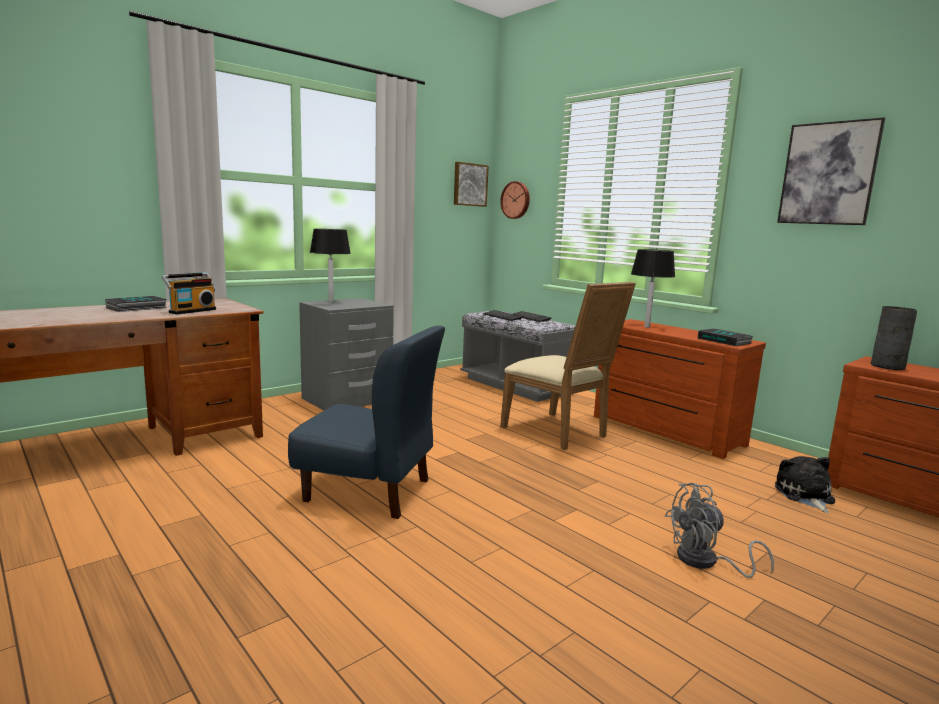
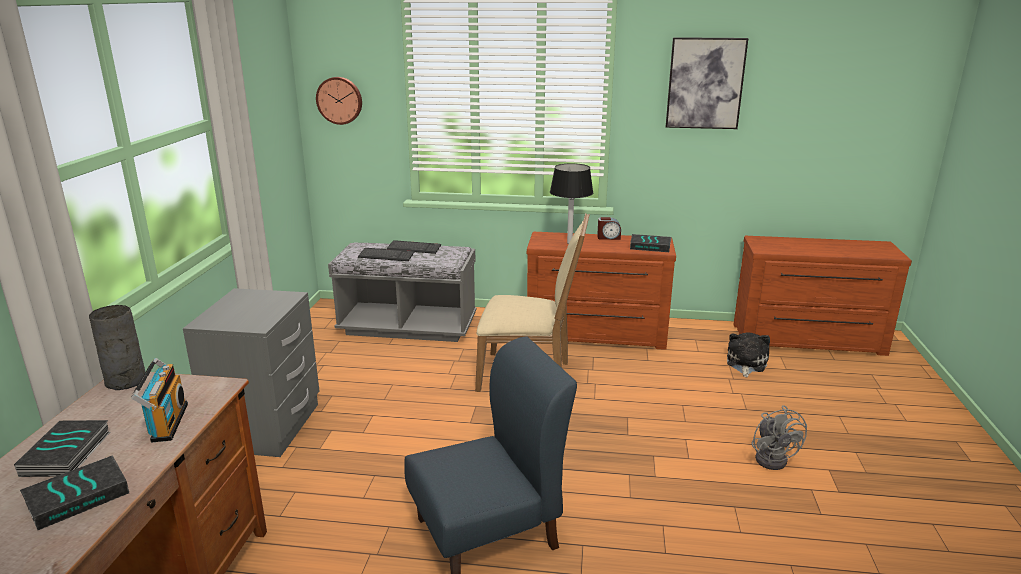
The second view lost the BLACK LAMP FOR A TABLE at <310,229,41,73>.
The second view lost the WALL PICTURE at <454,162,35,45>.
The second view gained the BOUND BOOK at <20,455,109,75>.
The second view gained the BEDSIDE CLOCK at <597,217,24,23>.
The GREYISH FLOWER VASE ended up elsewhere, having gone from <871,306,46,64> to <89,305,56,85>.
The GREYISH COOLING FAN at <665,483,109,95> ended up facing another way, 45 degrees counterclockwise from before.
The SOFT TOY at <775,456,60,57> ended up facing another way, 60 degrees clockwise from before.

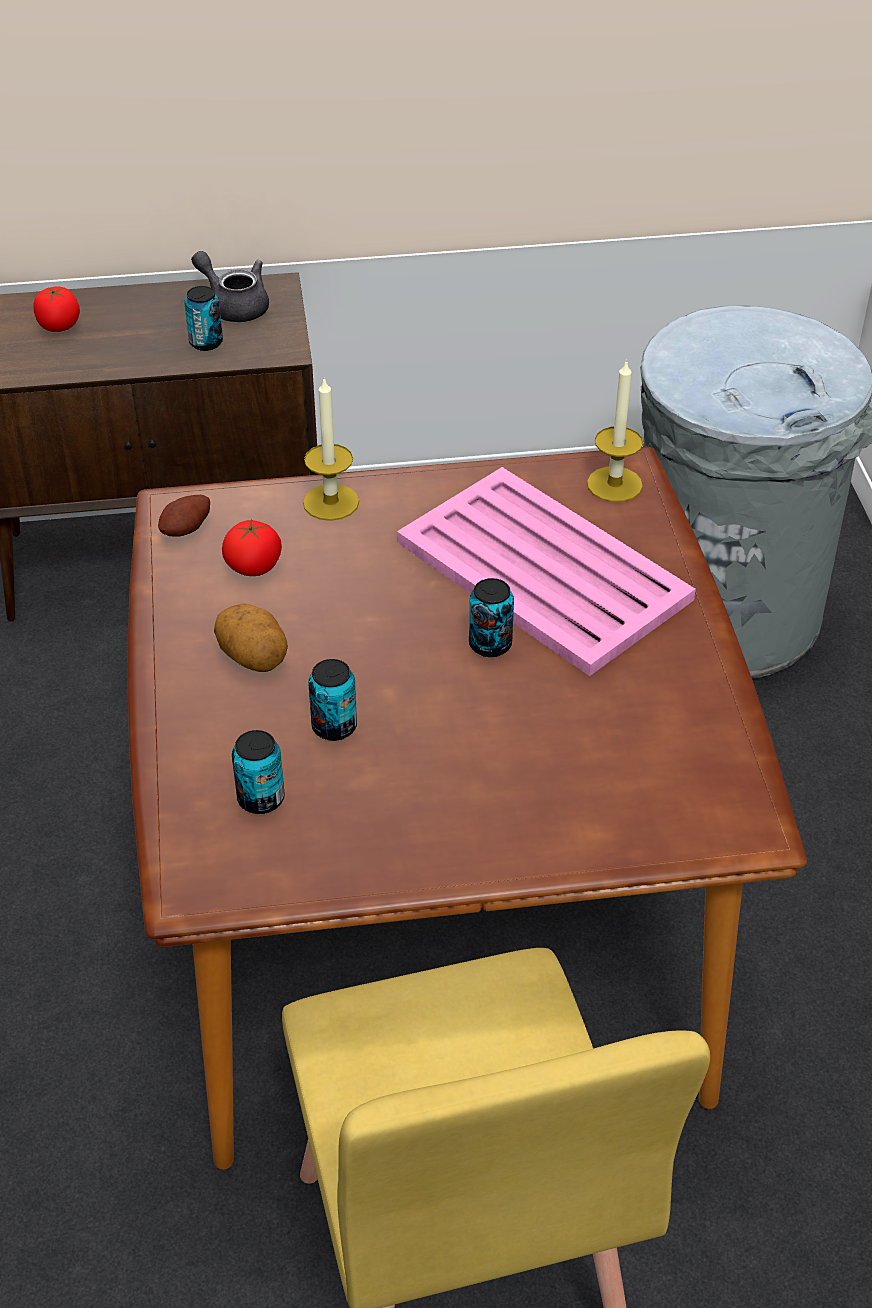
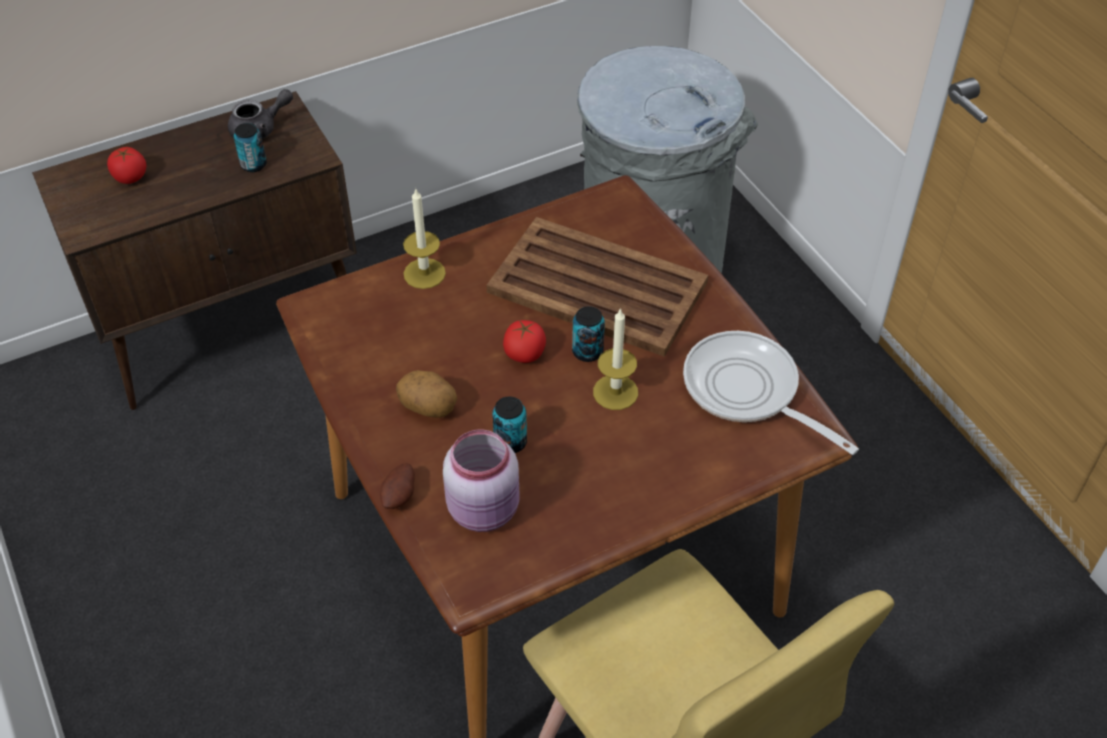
The second view gained the PAN at <683,331,176,124>.
The WHOLE POTATO ended up elsewhere, having gone from <158,495,52,42> to <380,463,35,46>.
The WHOLE TOMATO ended up elsewhere, having gone from <222,519,60,57> to <503,320,43,43>.
The CANDLE ended up elsewhere, having gone from <587,359,56,143> to <593,308,45,102>.
Where the CAN stood at <232,730,53,84>, the PINK JAR came to stand at <443,430,76,102>.
What was the PINK SERVING TRAY at <397,467,299,209> turned into the BROWN SERVING TRAY at <486,217,222,140>.
The GREYISH TEAPOT at <191,251,78,71> ended up facing another way, 135 degrees clockwise from before.

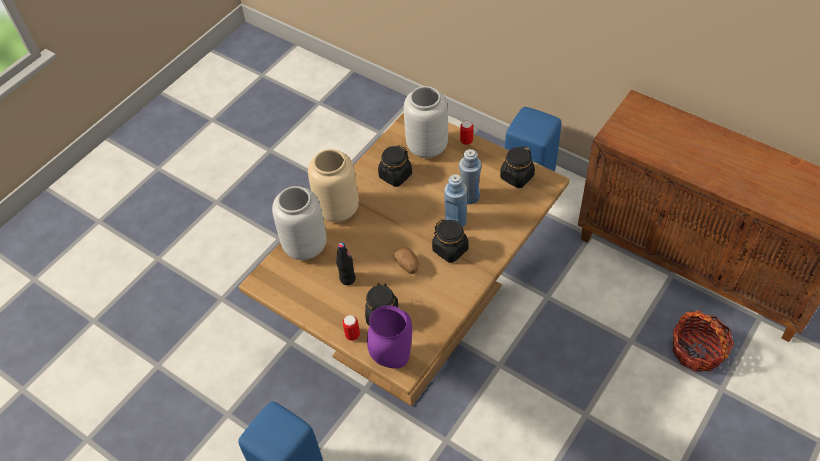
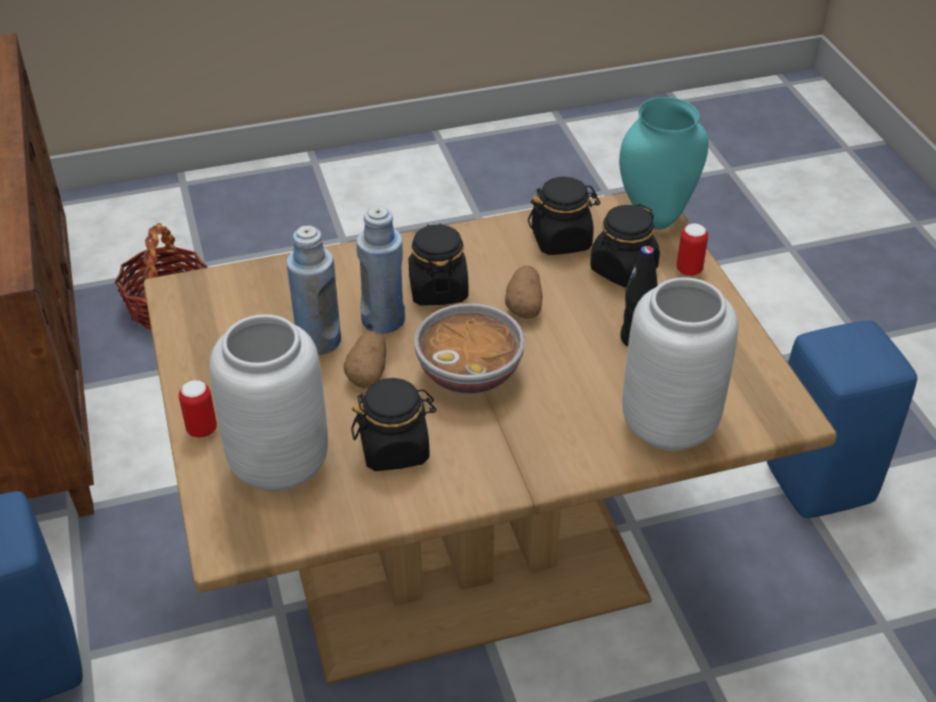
The second view lost the BEIGE-COLOURED FLOWER VASE at <308,149,51,73>.
The second view gained the WHOLE POTATO at <344,331,42,58>.
The second view gained the DEEP DISH at <414,303,111,91>.
The BLACK JAR ended up elsewhere, having gone from <500,146,35,42> to <528,177,72,78>.
What was the PURPLISH FLOWER VASE at <367,305,45,64> turned into the TURQUOISE FLOWER VASE at <619,97,90,133>.

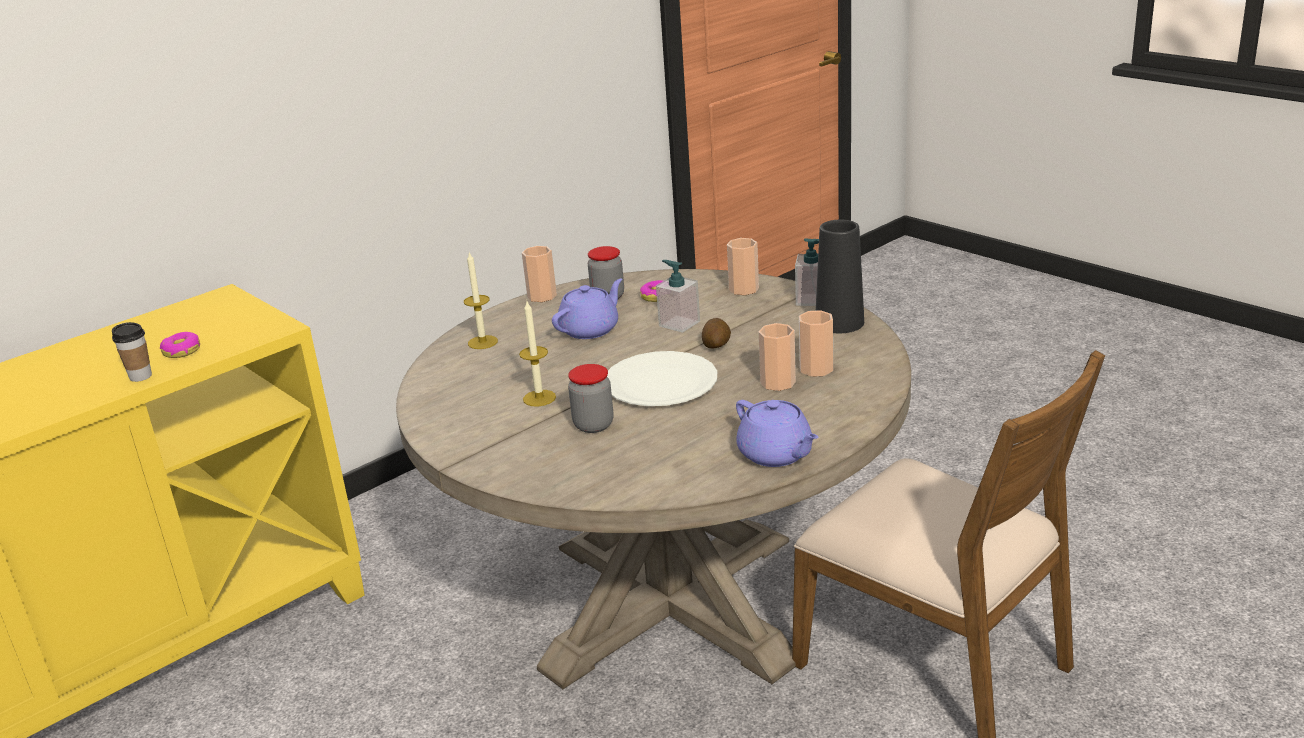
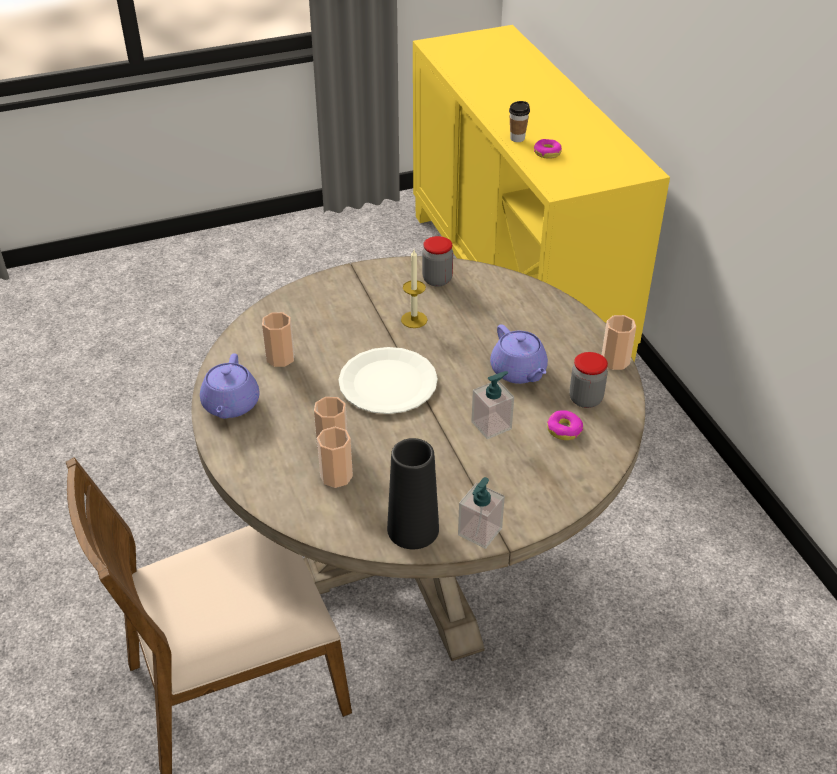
The second view lost the CANDLE at <464,252,34,97>.
The second view lost the WHOLE POTATO at <702,318,29,30>.
The JAR ended up elsewhere, having gone from <568,364,45,69> to <422,236,31,51>.
The CUP ended up elsewhere, having gone from <727,238,32,57> to <262,312,32,55>.
The PURPLISH TEAPOT at <736,400,83,67> ended up facing another way, 75 degrees counterclockwise from before.

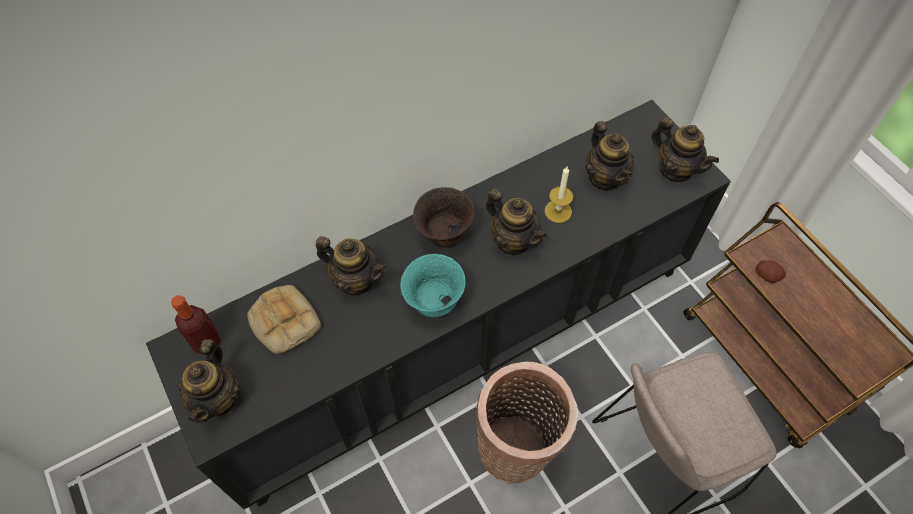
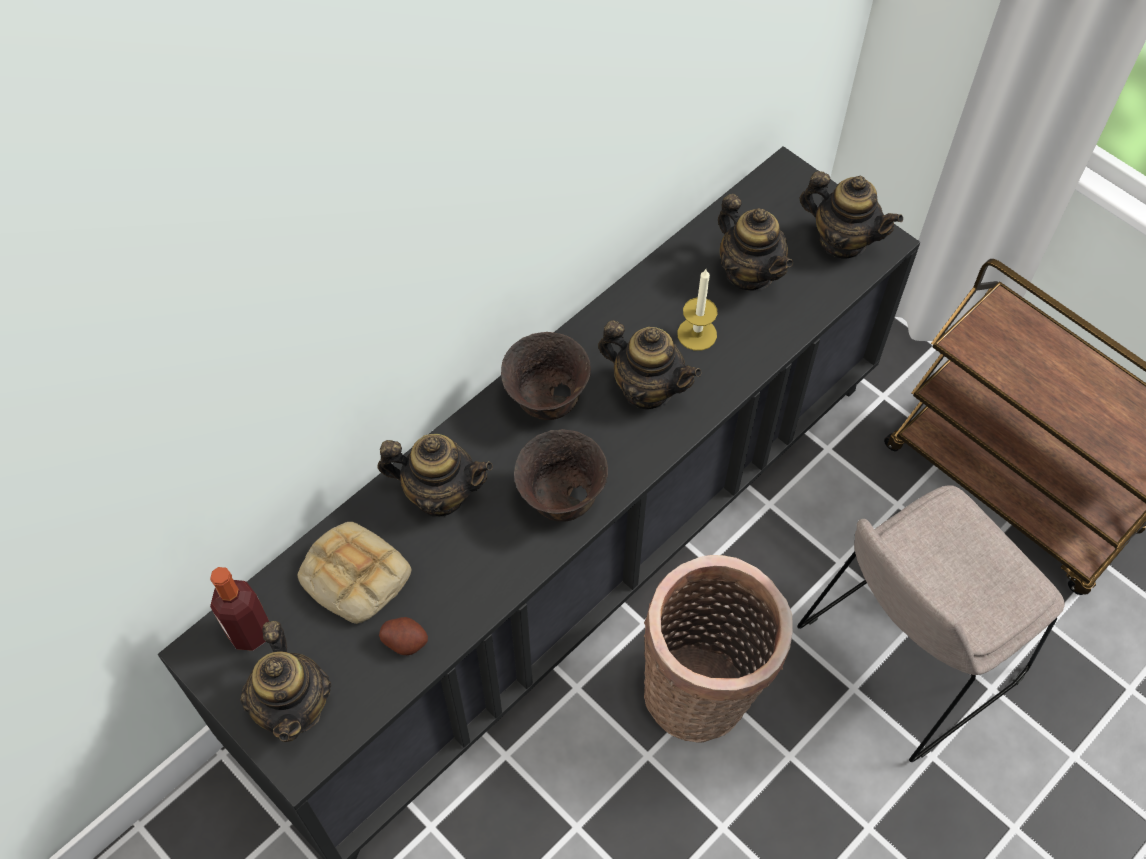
The WHOLE POTATO ended up elsewhere, having gone from <756,260,30,23> to <379,617,49,38>.
What was the TURQUOISE DEEP DISH at <400,254,66,63> turned into the BROWN DEEP DISH at <514,429,94,93>.

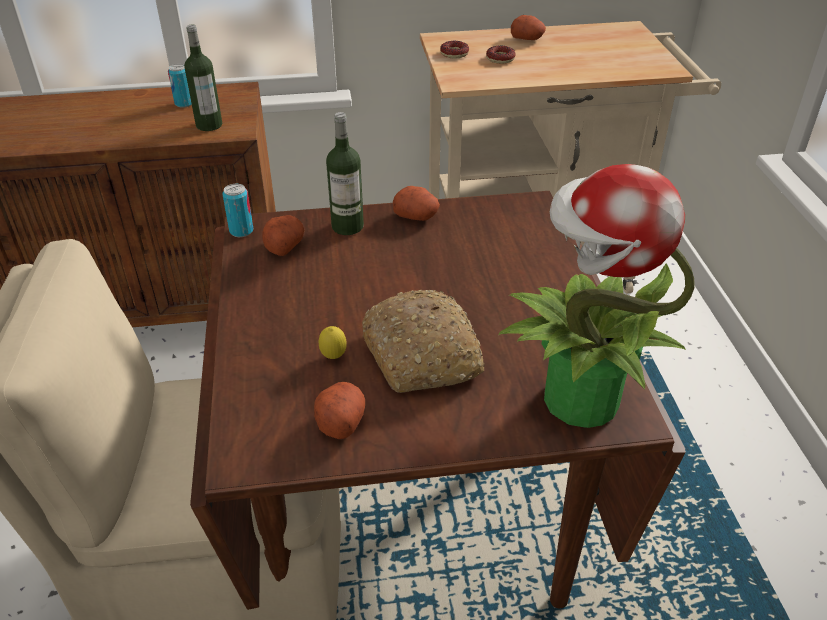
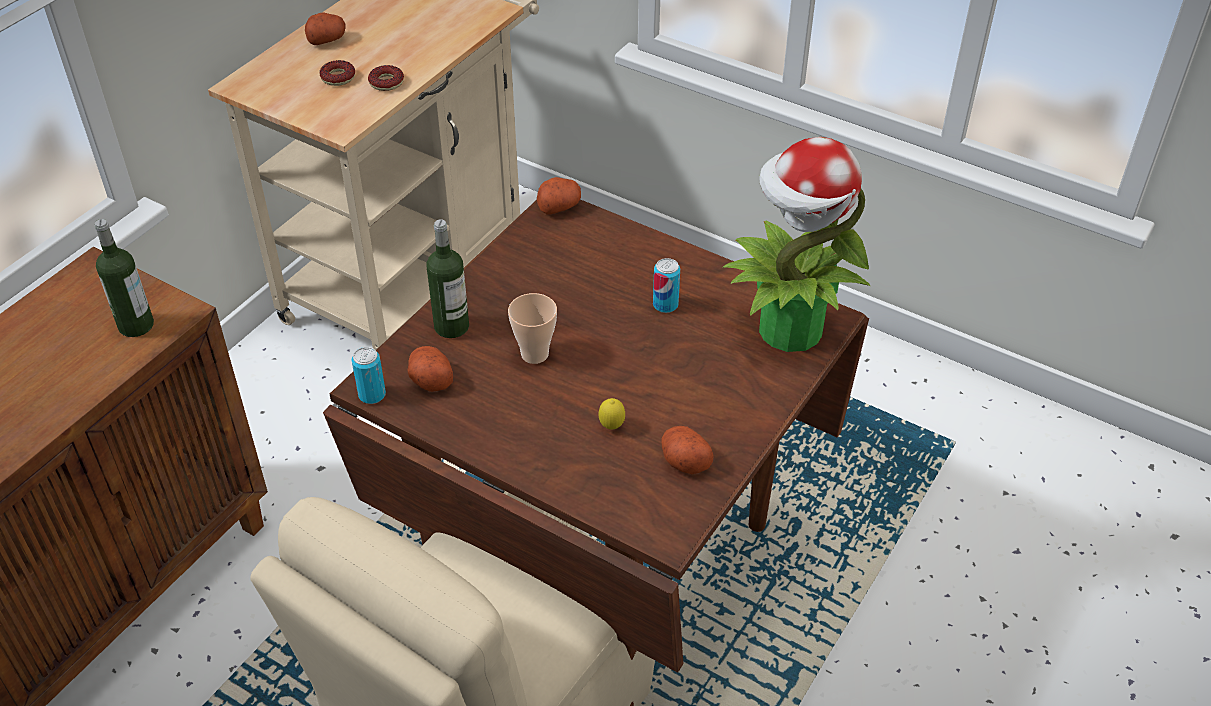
The second view lost the BREAD at <362,290,123,103>.
The second view gained the CUP at <508,293,49,71>.
The CAN ended up elsewhere, having gone from <168,64,24,44> to <653,258,27,55>.
The WHOLE POTATO ended up elsewhere, having gone from <393,186,47,35> to <537,177,44,37>.
The DONUT ended up elsewhere, having gone from <440,41,29,18> to <368,65,36,26>.

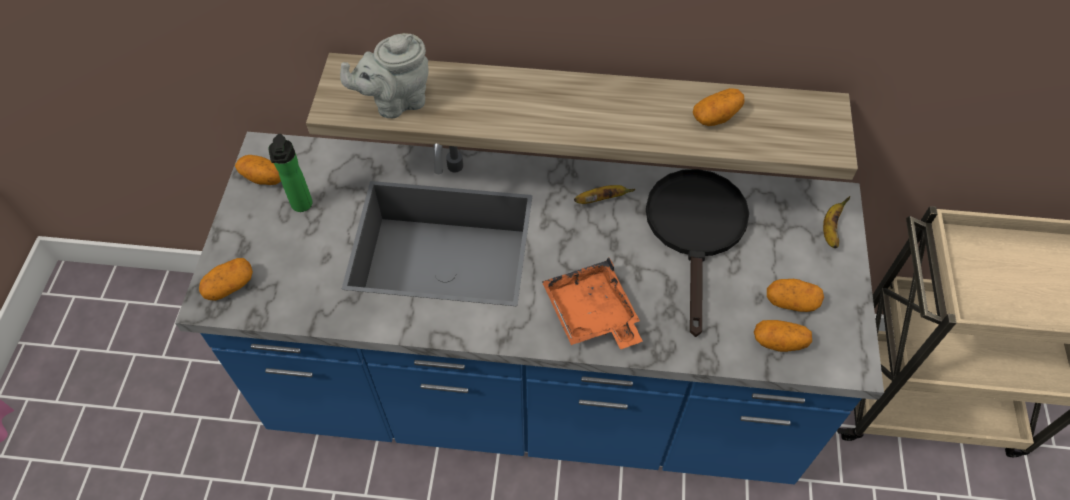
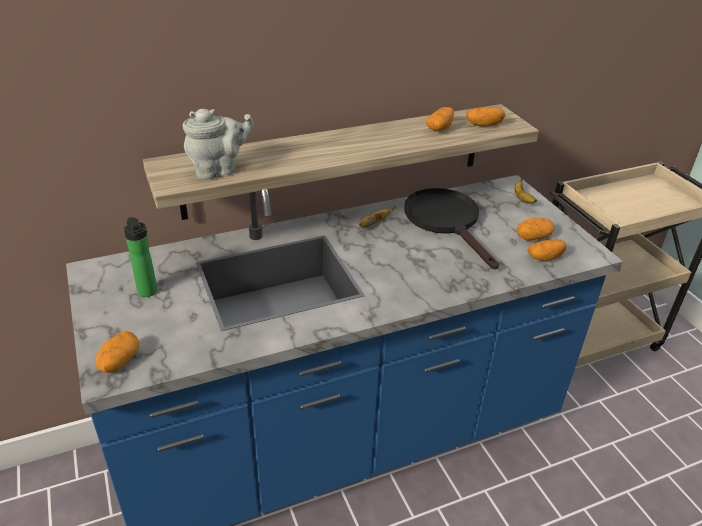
The second view lost the ORANGE-COLOURED SERVING TRAY at <542,257,101,92>.
The WHOLE POTATO ended up elsewhere, having gone from <235,155,46,30> to <466,107,39,20>.
The GREYISH TEAPOT at <340,33,88,85> ended up facing another way, 150 degrees counterclockwise from before.

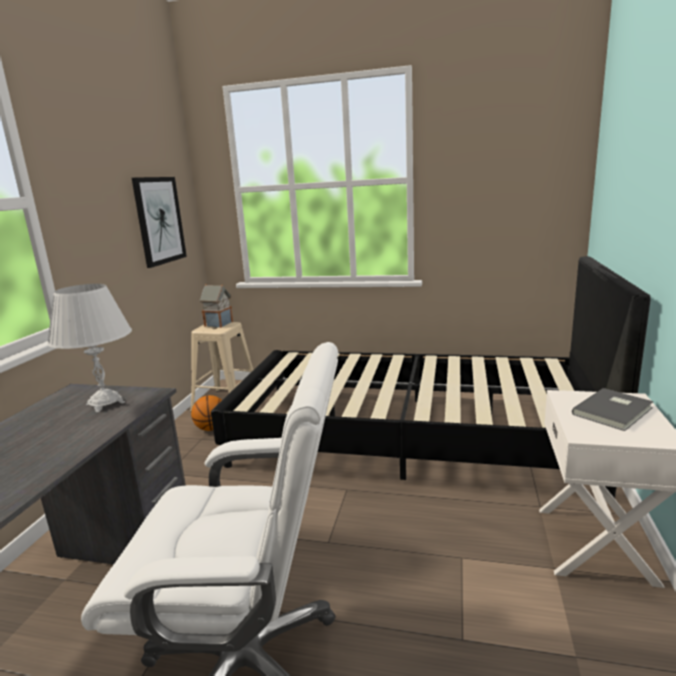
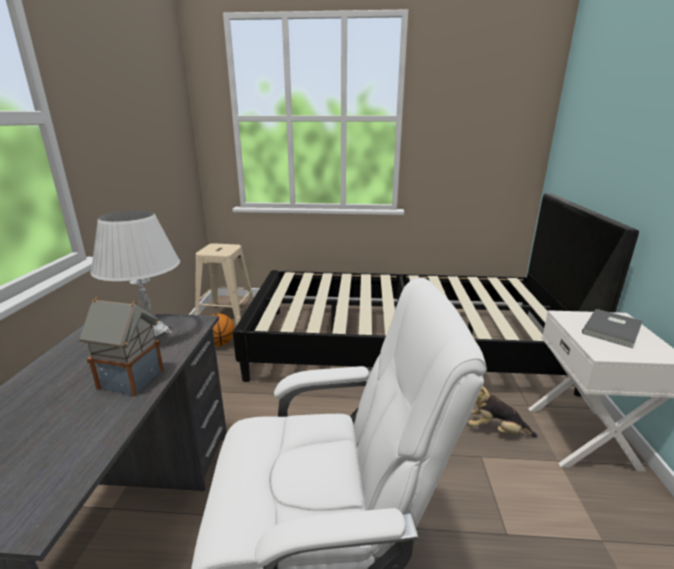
The second view lost the WALL PICTURE at <132,177,55,91>.
The second view gained the SOFT TOY at <468,386,69,51>.
The TOY HOUSE ended up elsewhere, having gone from <200,284,33,44> to <79,297,85,100>.

